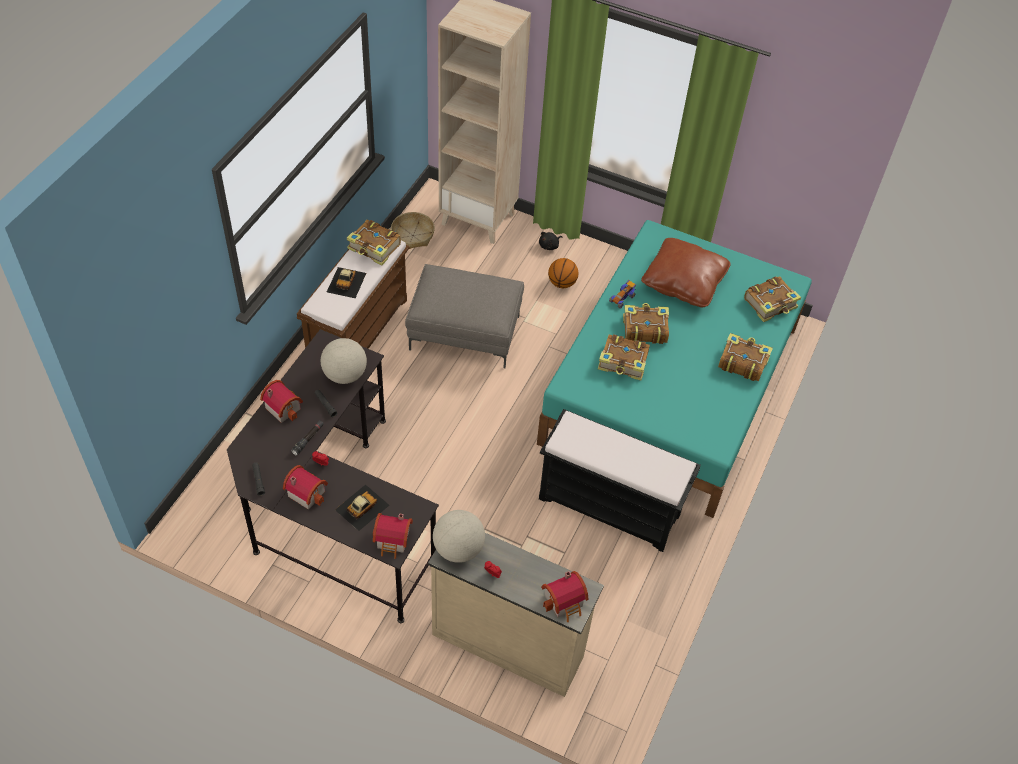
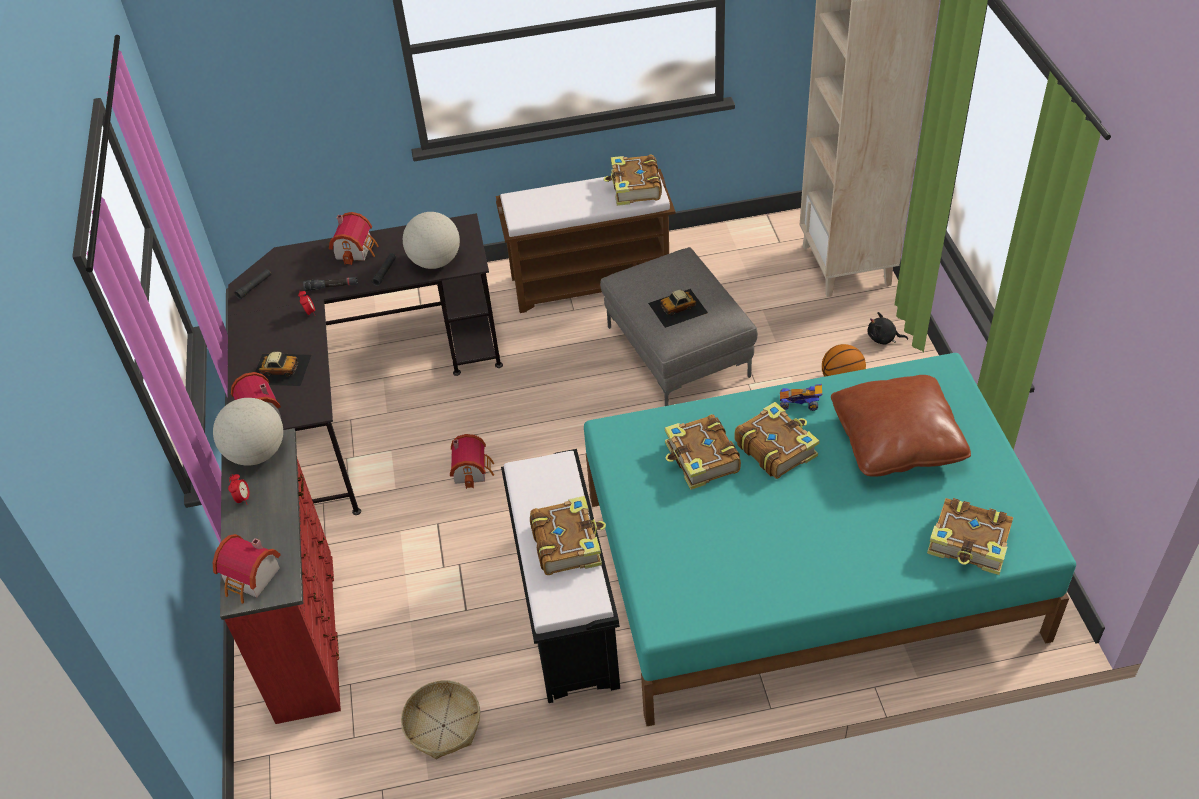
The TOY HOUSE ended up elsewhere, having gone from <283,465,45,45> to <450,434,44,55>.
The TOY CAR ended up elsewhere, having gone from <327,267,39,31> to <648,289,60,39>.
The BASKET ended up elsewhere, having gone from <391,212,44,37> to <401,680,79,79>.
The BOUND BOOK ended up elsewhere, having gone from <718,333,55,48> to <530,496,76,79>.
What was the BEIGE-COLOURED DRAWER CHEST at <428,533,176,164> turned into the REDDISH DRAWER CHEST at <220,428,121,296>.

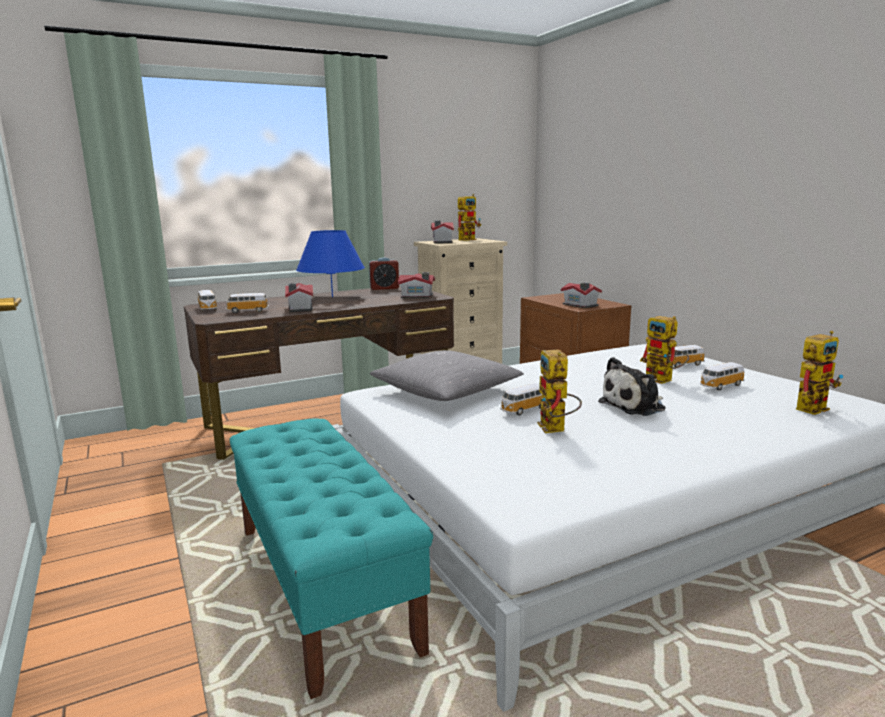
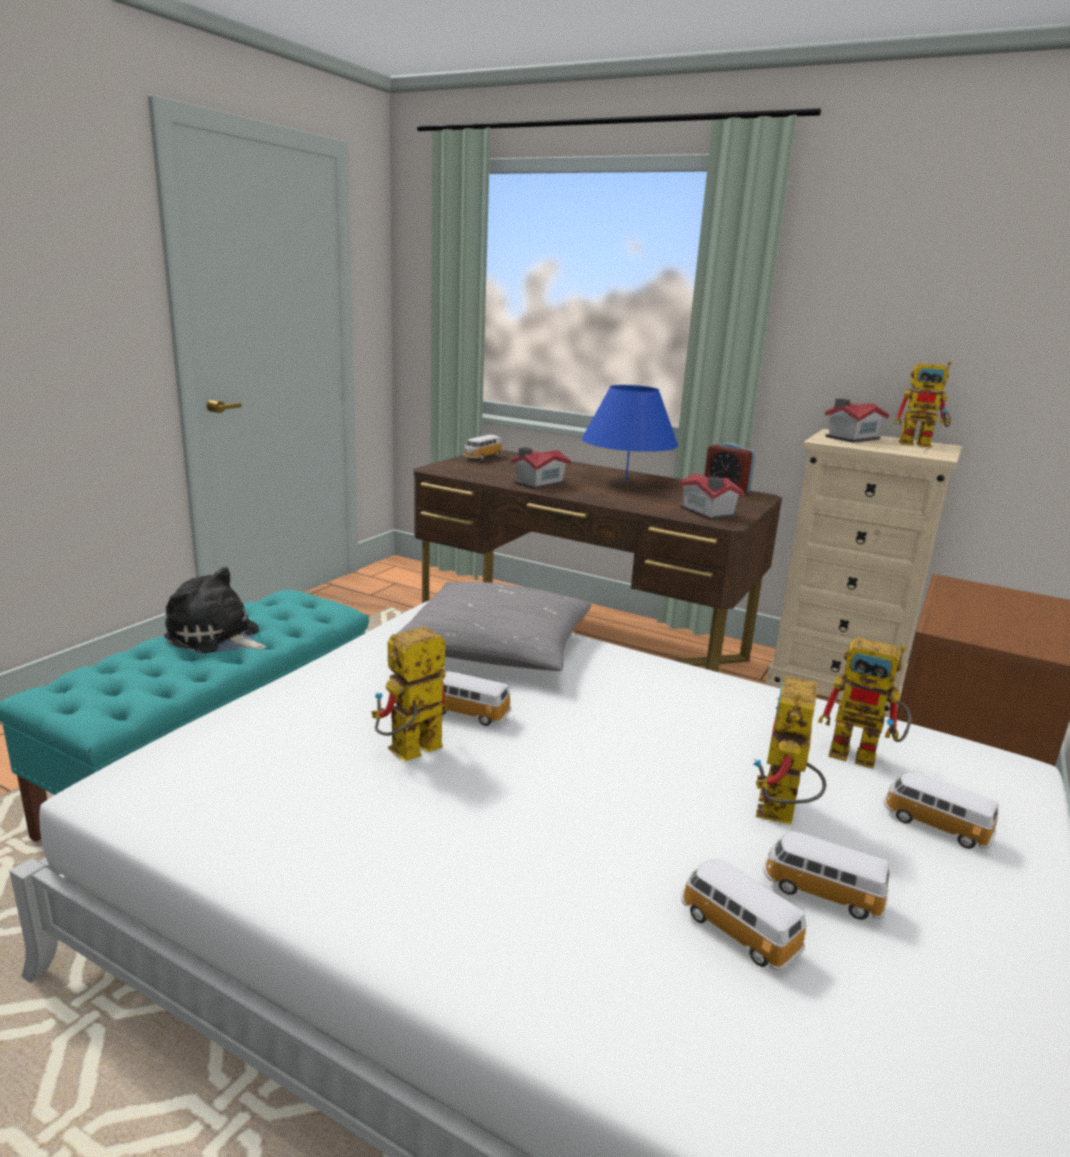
The second view lost the TOY HOUSE at <561,283,41,25>.
The TOY CAR ended up elsewhere, having gone from <226,293,43,20> to <681,859,125,112>.
The SOFT TOY ended up elsewhere, having gone from <598,357,68,59> to <164,567,102,86>.
The TOY ROBOT ended up elsewhere, having gone from <796,331,48,84> to <818,637,93,132>.

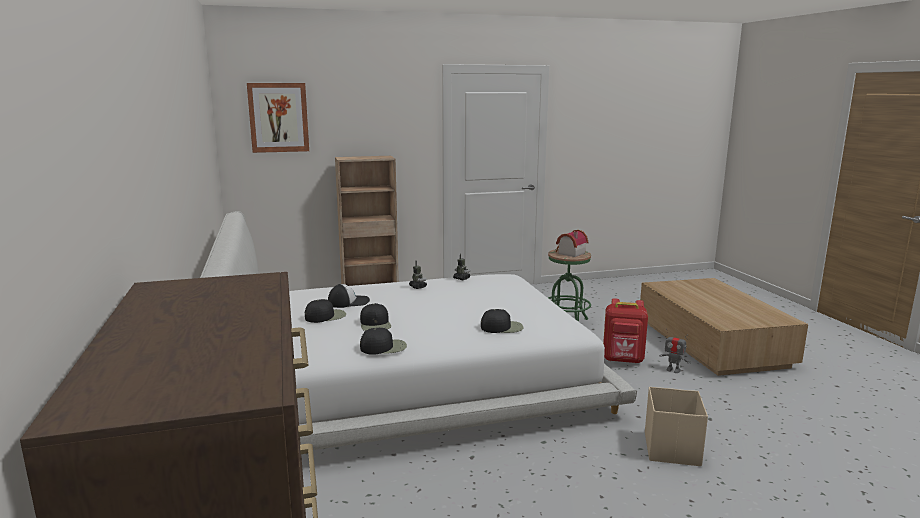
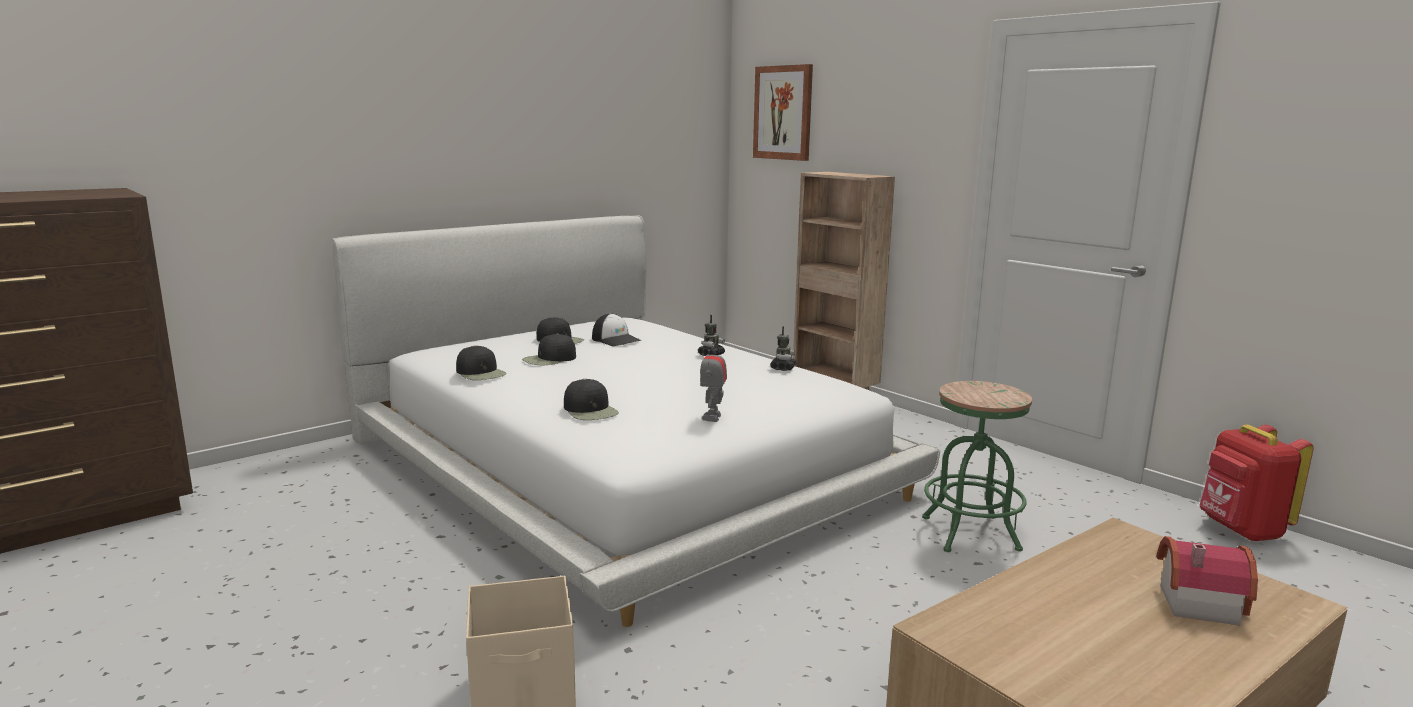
The TOY HOUSE ended up elsewhere, having gone from <556,230,32,27> to <1156,536,102,90>.
The REDDISH BACKPACK ended up elsewhere, having gone from <603,298,45,66> to <1200,425,114,116>.
The TOY ROBOT ended up elsewhere, having gone from <659,329,32,44> to <700,339,27,83>.

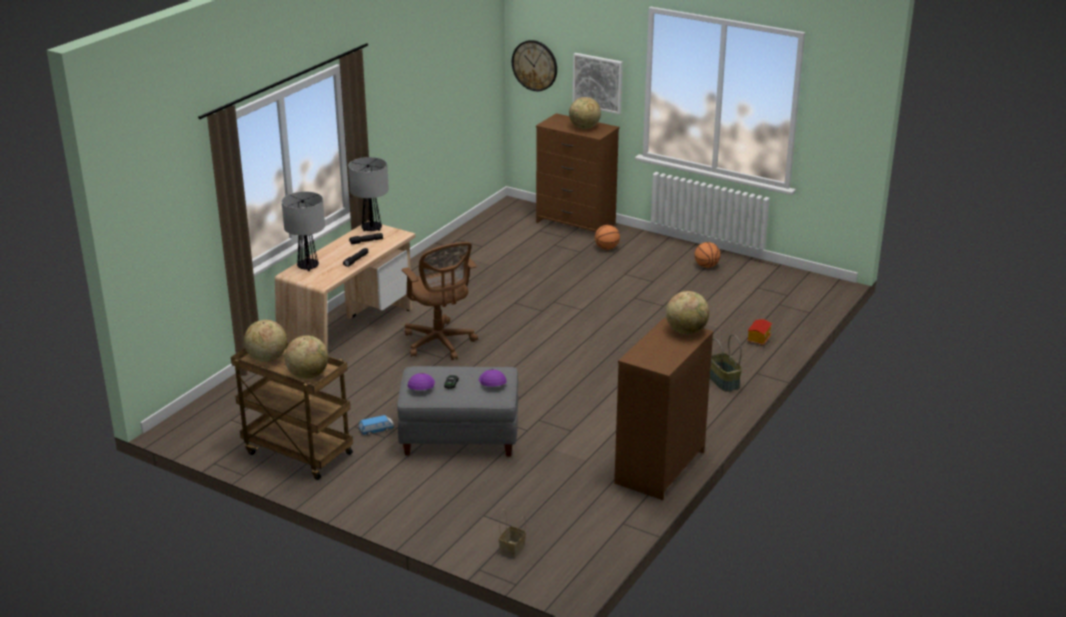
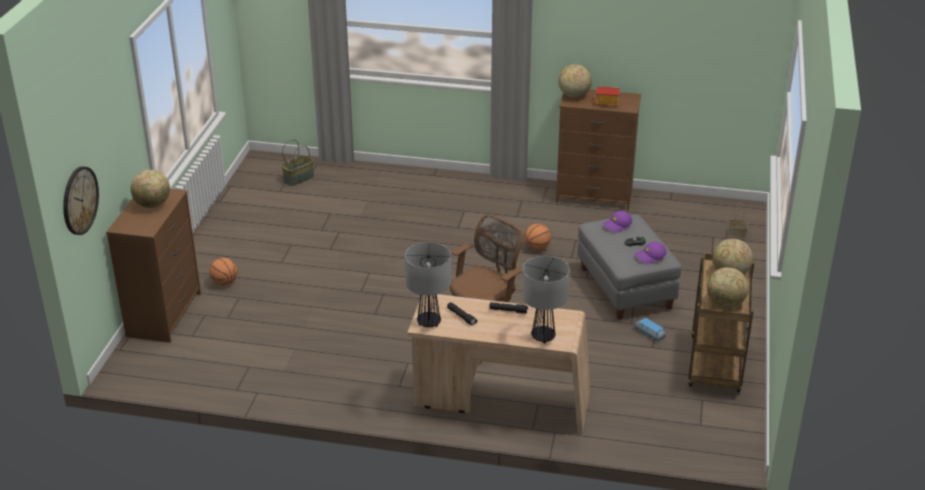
The second view lost the WALL PICTURE at <573,53,50,61>.
The BASKETBALL BALL ended up elsewhere, having gone from <694,242,27,26> to <524,224,27,26>.
The BASKET ended up elsewhere, having gone from <710,334,32,58> to <281,139,33,47>.
The TOY HOUSE ended up elsewhere, having gone from <747,319,25,27> to <593,87,27,20>.

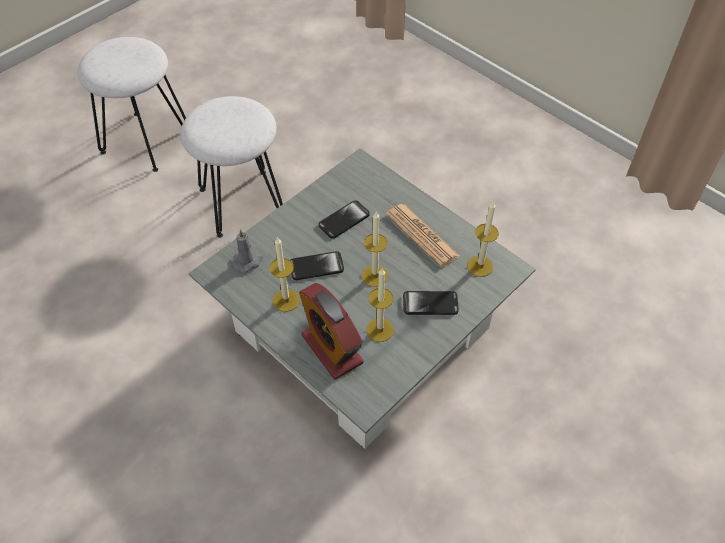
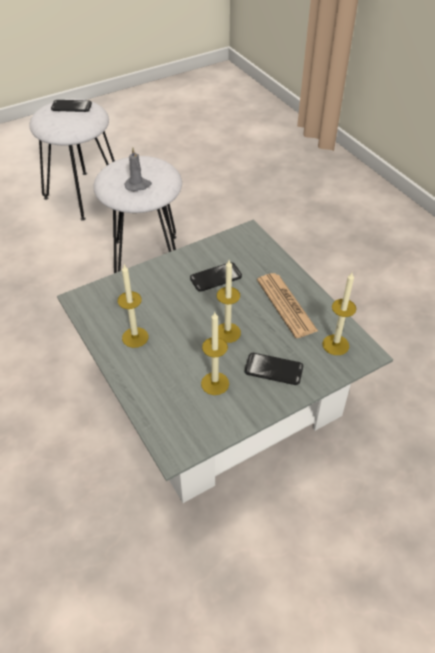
The second view lost the BEDSIDE CLOCK at <299,283,65,97>.
The GREYISH CANDLE ended up elsewhere, having gone from <232,229,31,44> to <124,147,28,44>.
The PHONE ended up elsewhere, having gone from <290,251,54,29> to <51,100,41,12>.

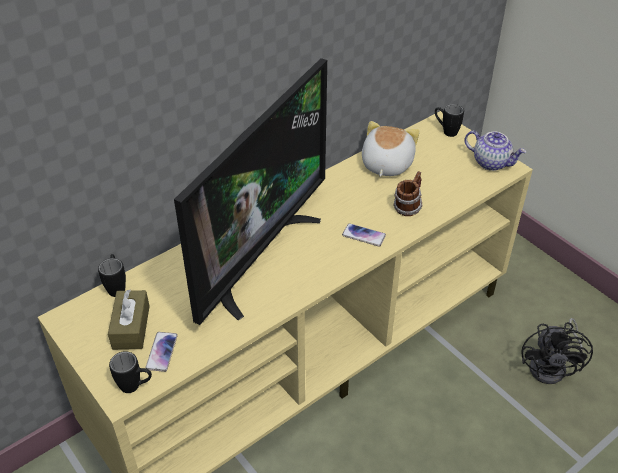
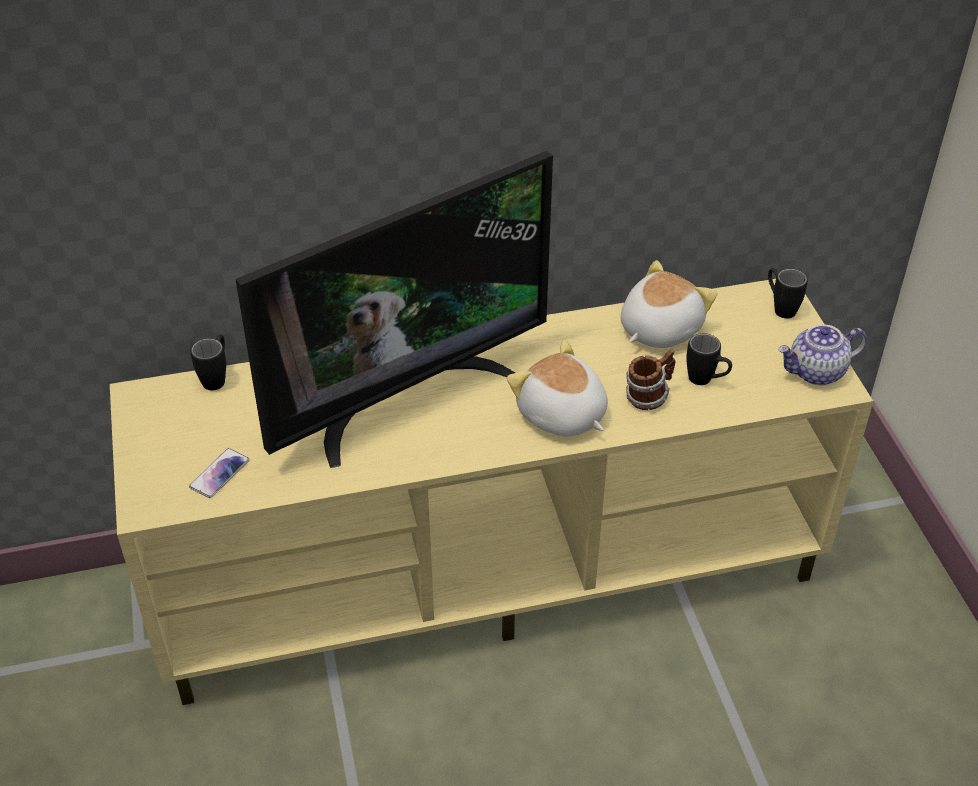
The second view lost the BROWN BOX OF TISSUES at <108,289,42,61>.
The second view lost the BLACK COOLING FAN at <521,318,72,66>.
The BLACK COFFEE MUG ended up elsewhere, having gone from <109,351,43,42> to <686,333,46,52>.
Where the PHONE stood at <342,223,44,24>, the SOFT TOY came to stand at <507,340,101,97>.
The TEAPOT at <465,130,61,41> ended up facing another way, 105 degrees clockwise from before.

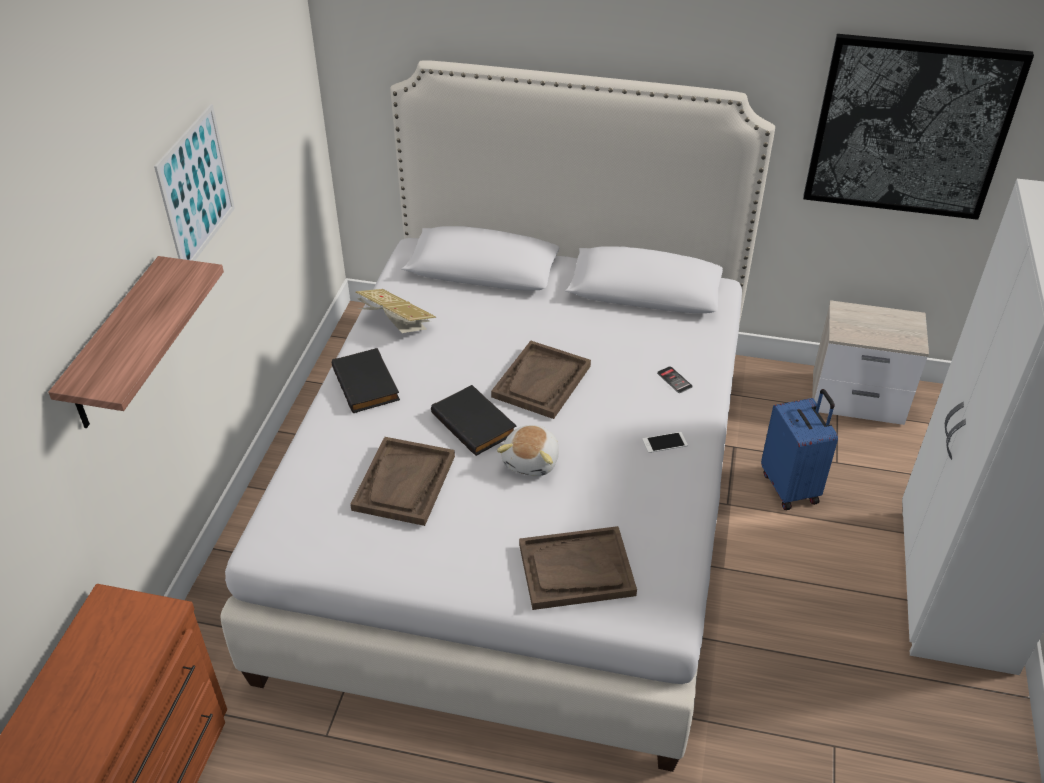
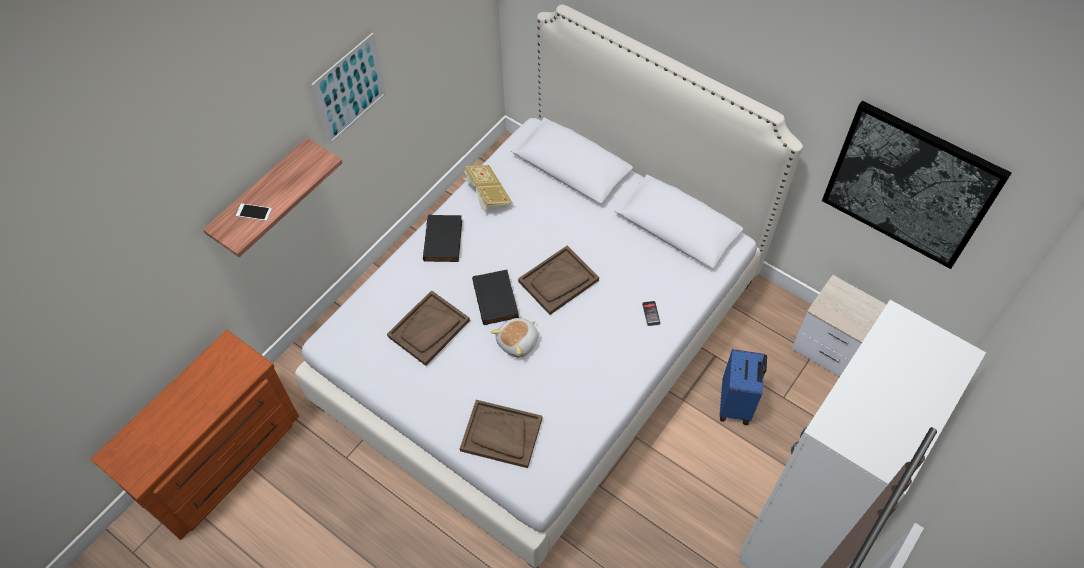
The PHONE ended up elsewhere, having gone from <642,432,46,21> to <236,203,36,18>.

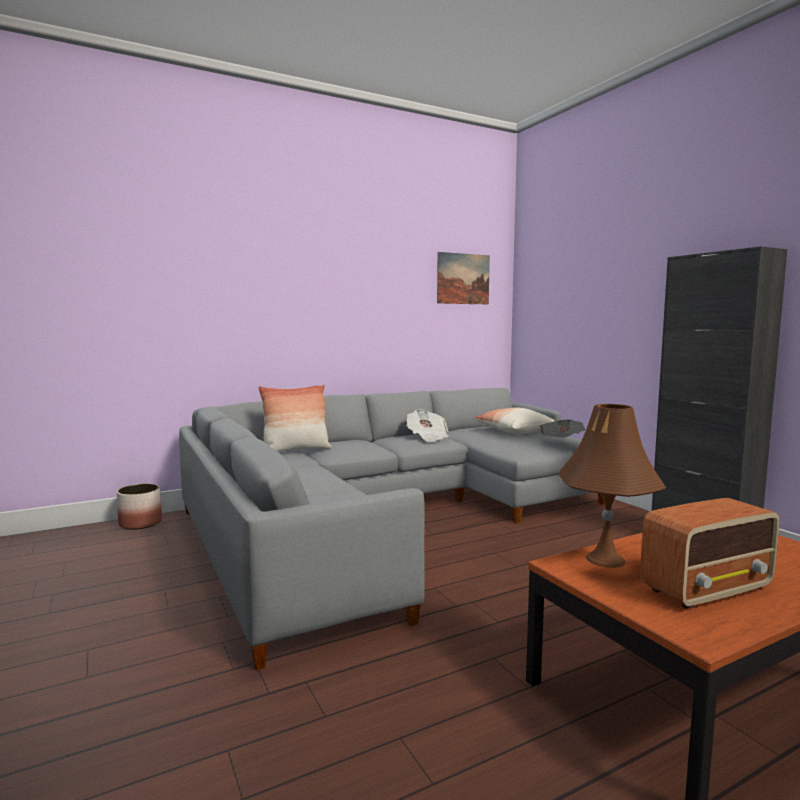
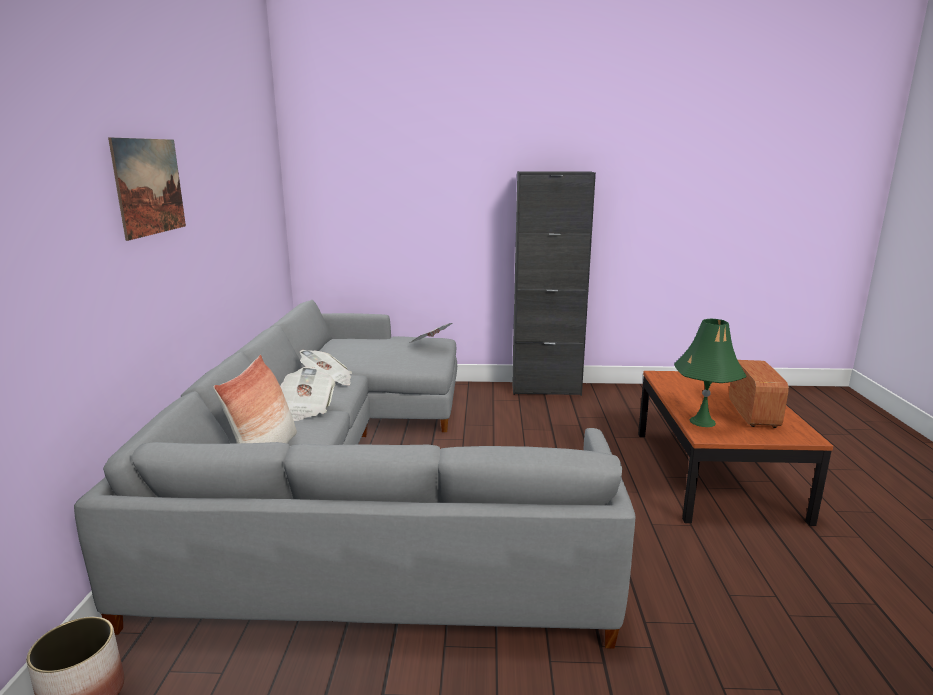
The second view lost the PILLOW at <473,407,82,27>.
The second view gained the NEWSPAPER at <280,367,55,54>.
The WALL PICTURE ended up elsewhere, having gone from <437,252,53,52> to <108,137,78,104>.
What was the BROWN LAMP FOR A TABLE at <558,404,108,164> turned into the GREENISH LAMP FOR A TABLE at <674,319,73,108>.

